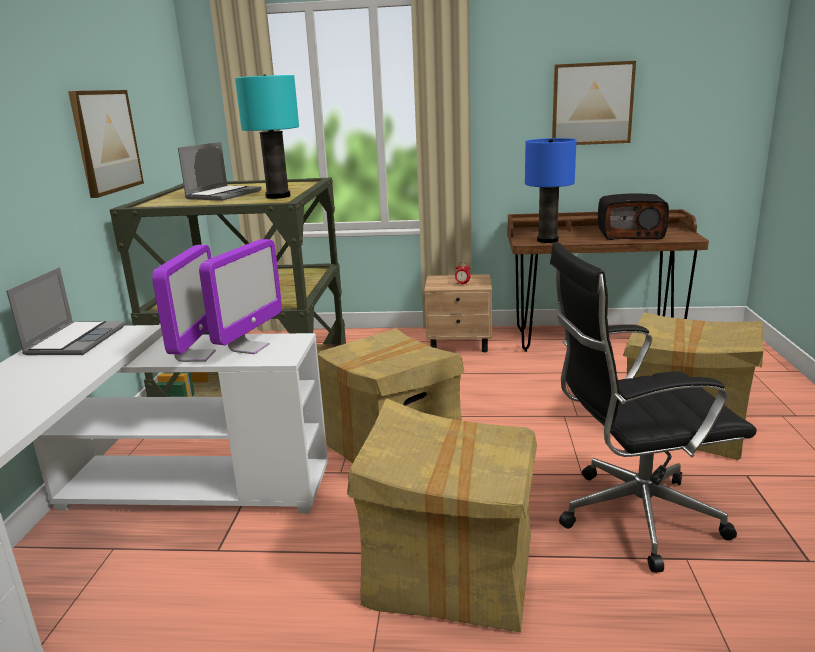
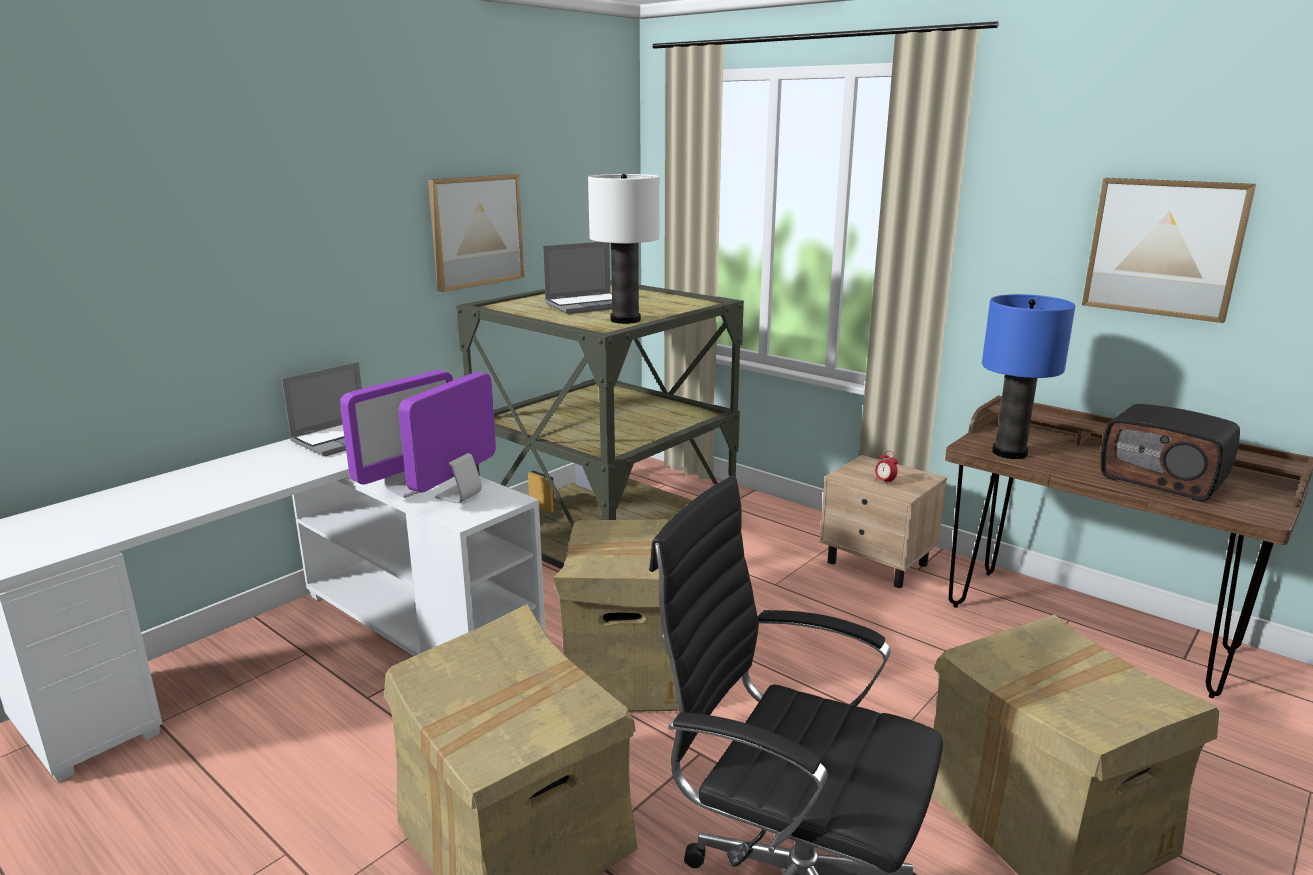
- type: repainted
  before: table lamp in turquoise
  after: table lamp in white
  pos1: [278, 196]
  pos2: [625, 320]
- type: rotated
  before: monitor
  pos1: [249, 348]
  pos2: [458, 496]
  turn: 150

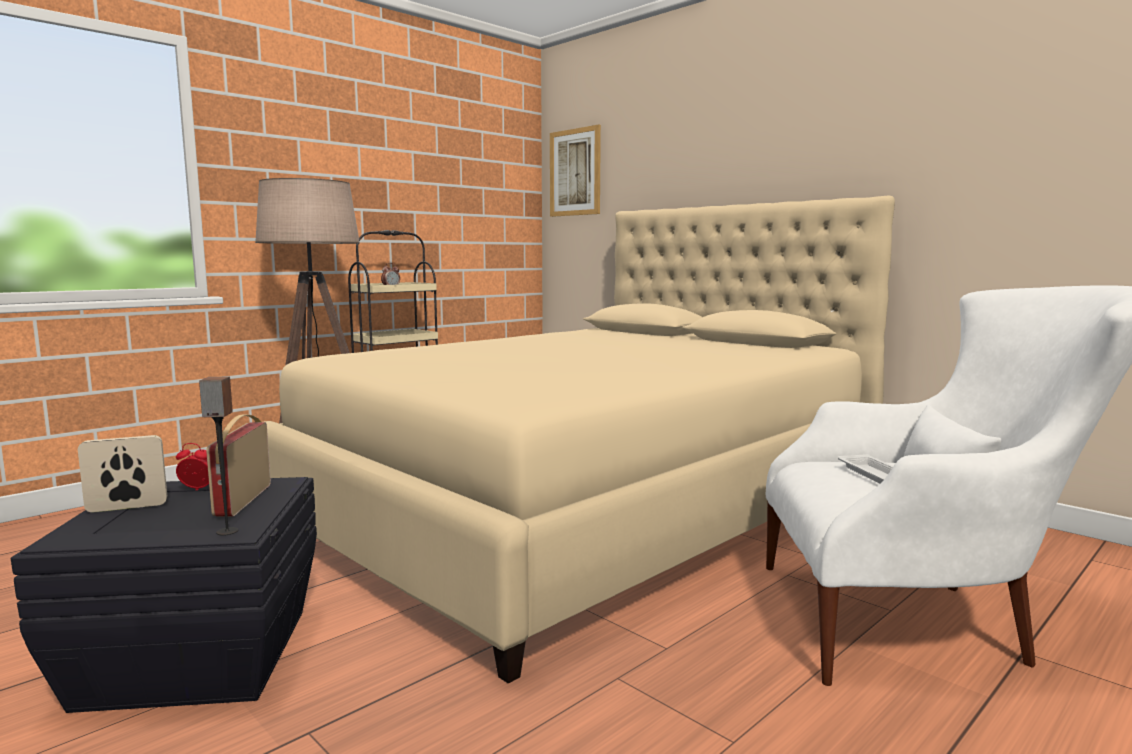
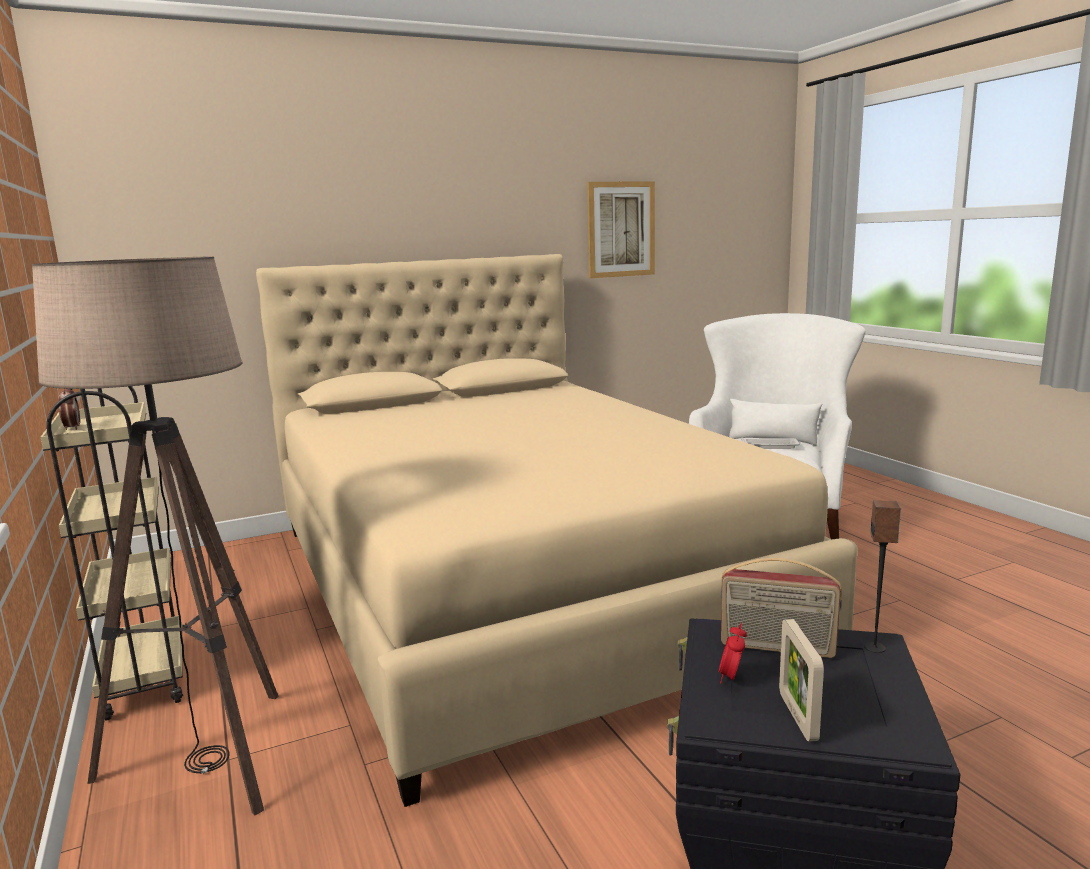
- type: shifted
  before: picture
  pos1: [575, 172]
  pos2: [621, 229]

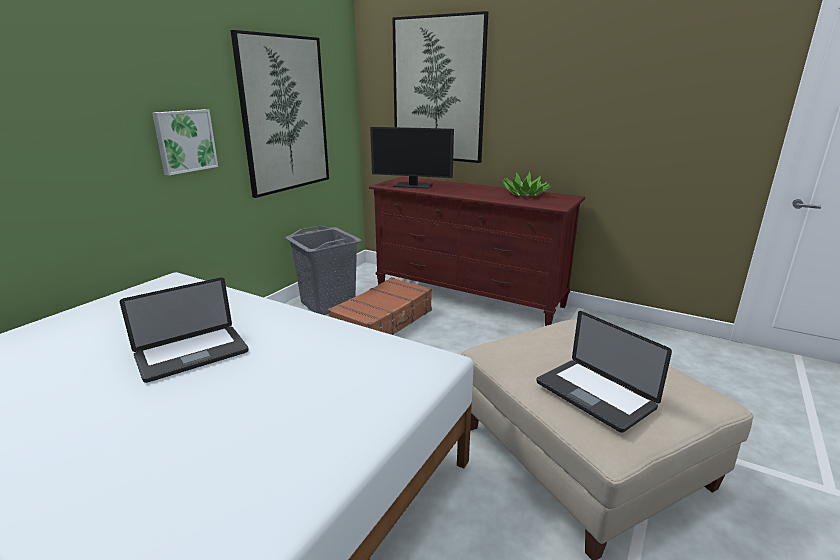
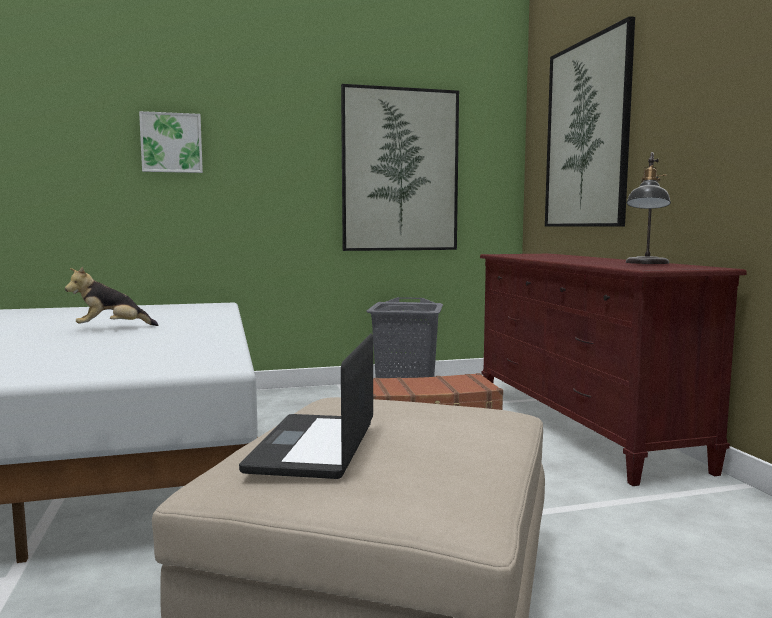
- type: shifted
  before: picture
  pos1: [185, 141]
  pos2: [171, 143]
- type: gone
  before: monitor
  pos1: [413, 185]
- type: swapped
  before: potted plant
  after: table lamp in grey
  pos1: [525, 194]
  pos2: [647, 263]
- type: swapped
  before: laptop
  after: plush toy
  pos1: [192, 354]
  pos2: [111, 329]

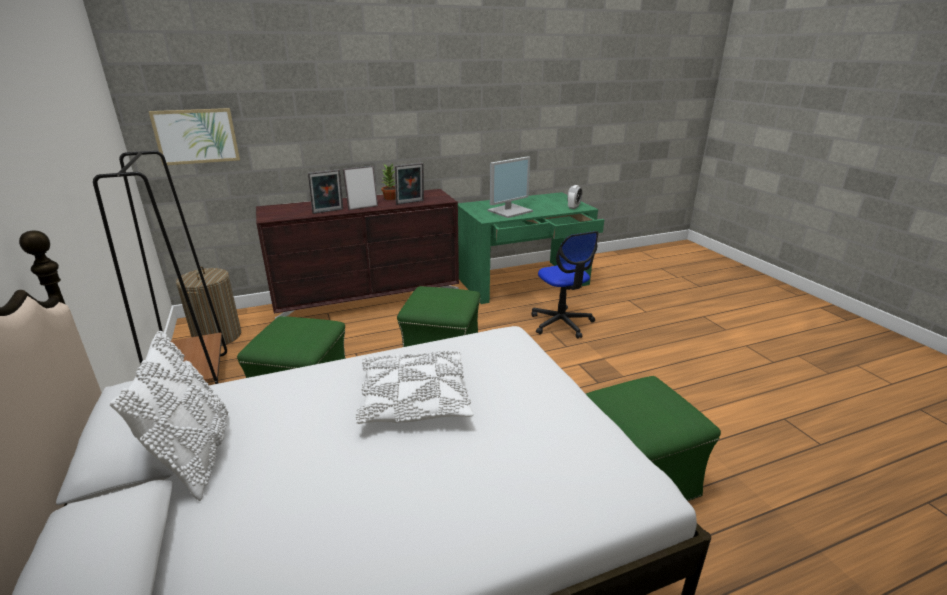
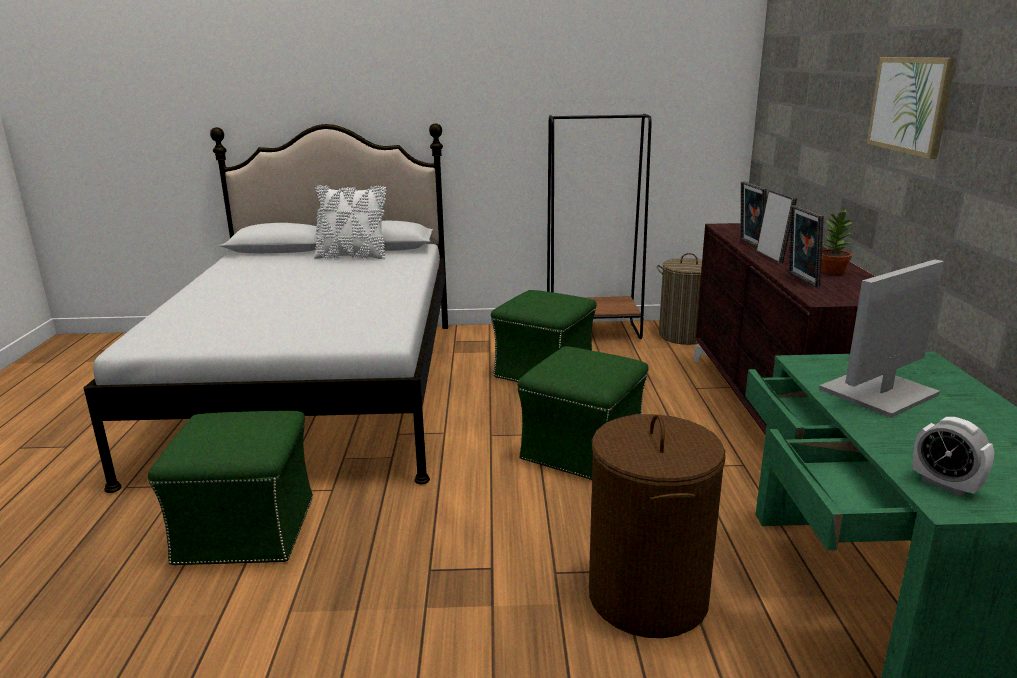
- type: shifted
  before: picture
  pos1: [196, 136]
  pos2: [910, 105]
- type: rotated
  before: monitor
  pos1: [510, 211]
  pos2: [878, 393]
  turn: 75
- type: swapped
  before: office chair
  after: laundry basket in brown
  pos1: [561, 323]
  pos2: [647, 596]
- type: gone
  before: pillow in white
  pos1: [414, 399]

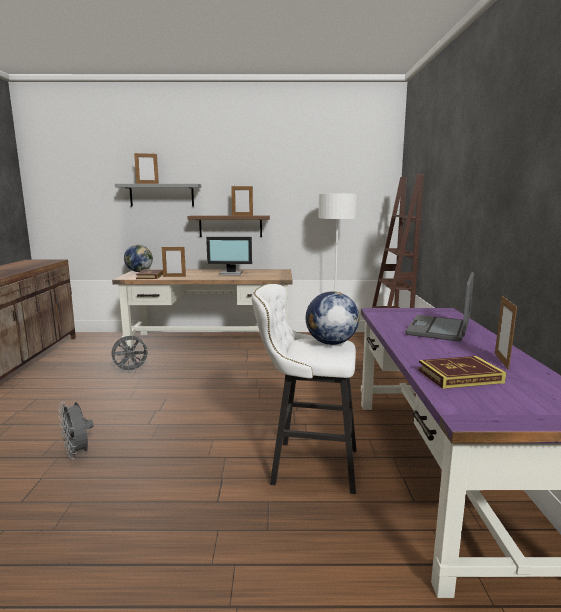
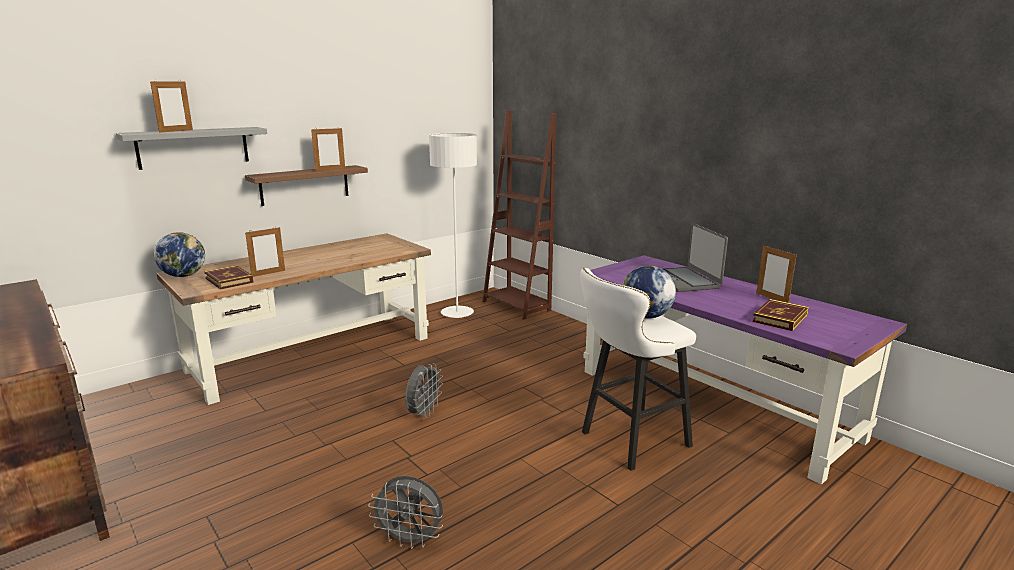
- type: gone
  before: monitor
  pos1: [231, 273]
- type: shifted
  before: fan in grey
  pos1: [131, 370]
  pos2: [423, 414]

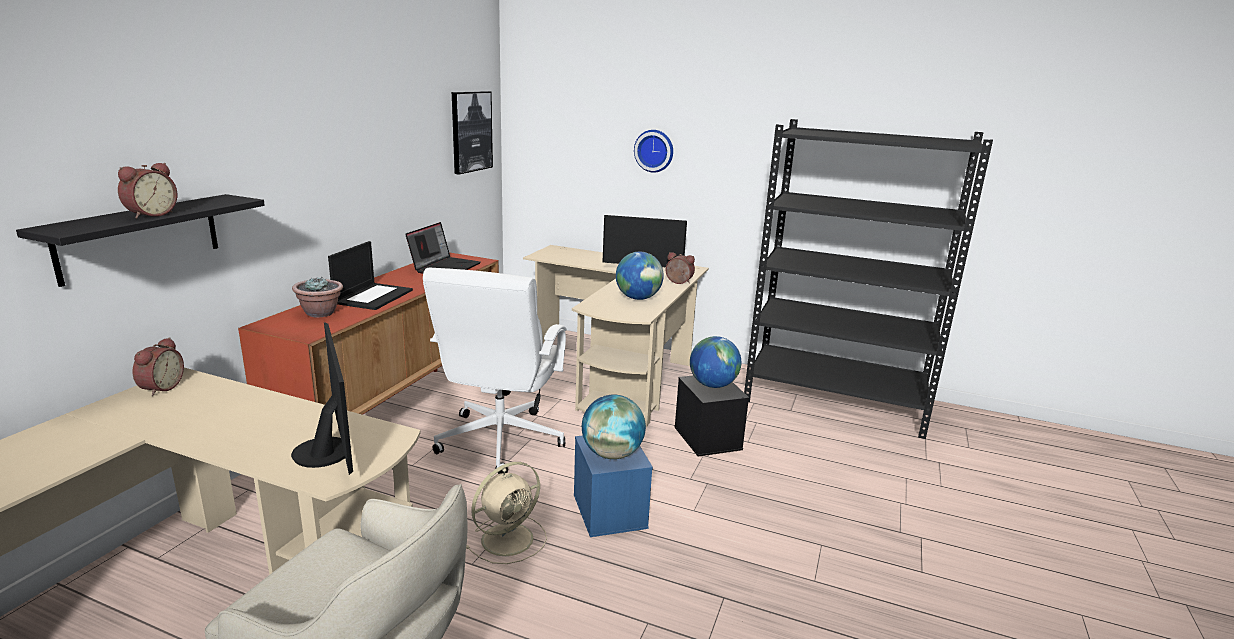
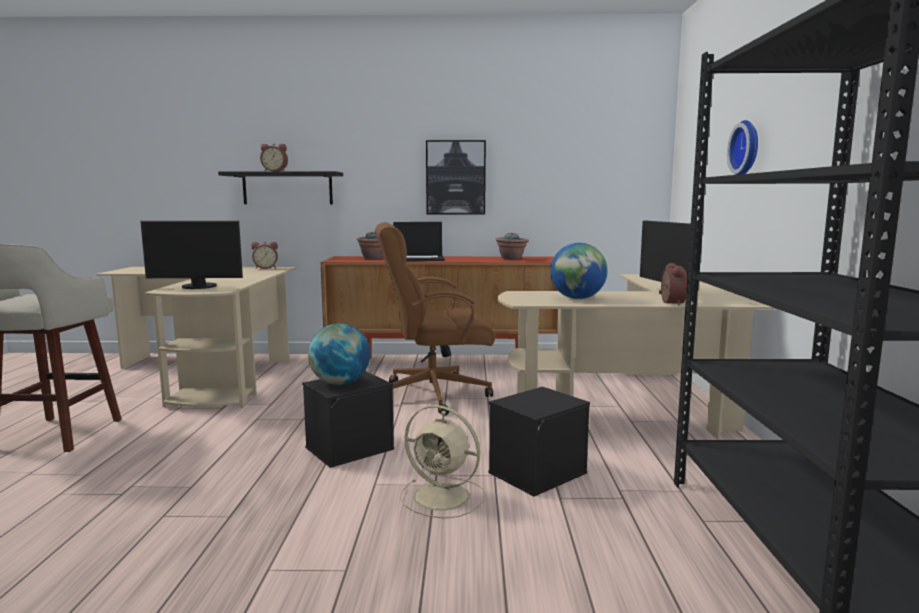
- type: shifted
  before: picture
  pos1: [471, 131]
  pos2: [455, 178]
- type: swapped
  before: laptop
  after: potted plant
  pos1: [445, 267]
  pos2: [511, 259]
- type: repainted
  before: office chair in white
  after: office chair in brown
  pos1: [501, 439]
  pos2: [433, 395]
- type: rotated
  before: monitor
  pos1: [329, 451]
  pos2: [198, 287]
  turn: 45
- type: gone
  before: globe
  pos1: [712, 385]
- type: repainted
  before: storage box in blue
  after: storage box in black
  pos1: [608, 510]
  pos2: [350, 448]
- type: shifted
  before: fan in beige
  pos1: [509, 538]
  pos2: [444, 497]

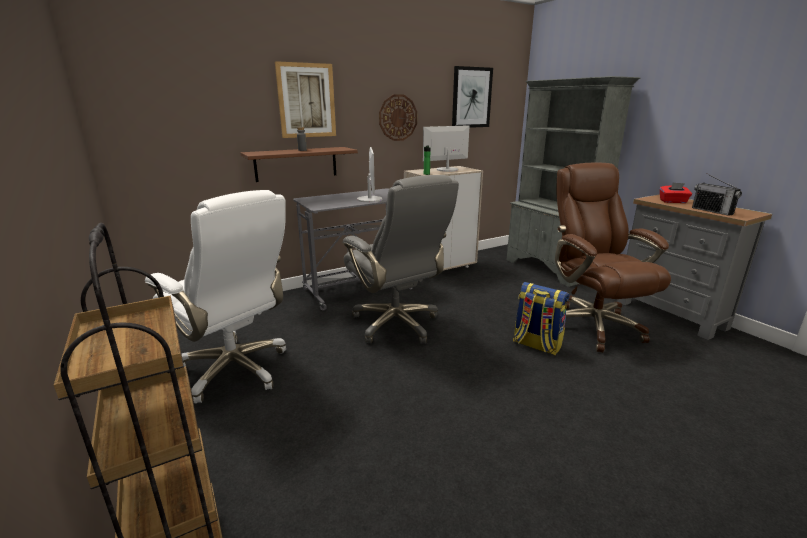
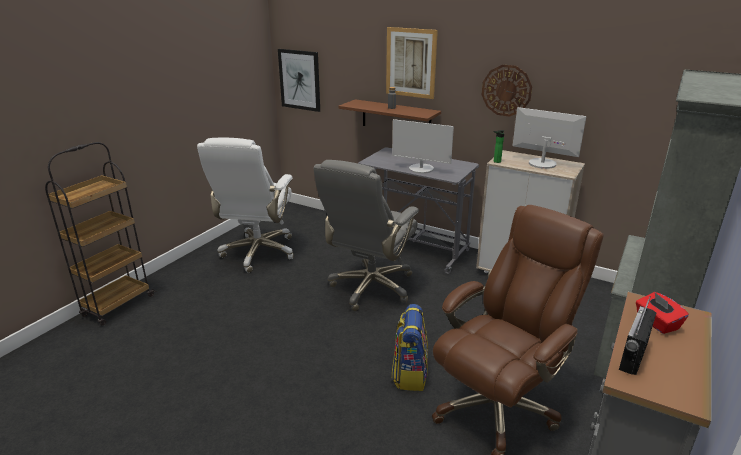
- type: shifted
  before: picture
  pos1: [471, 97]
  pos2: [300, 80]
- type: rotated
  before: monitor
  pos1: [370, 199]
  pos2: [421, 169]
  turn: 60

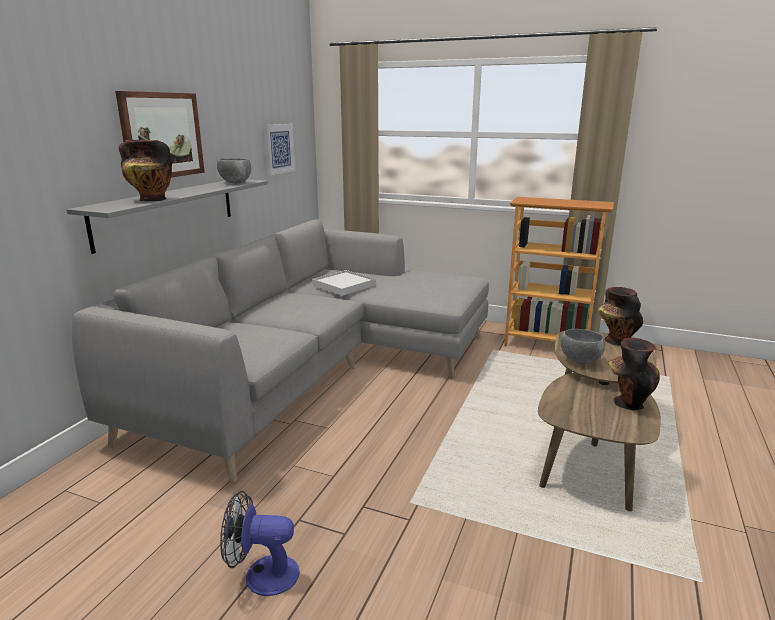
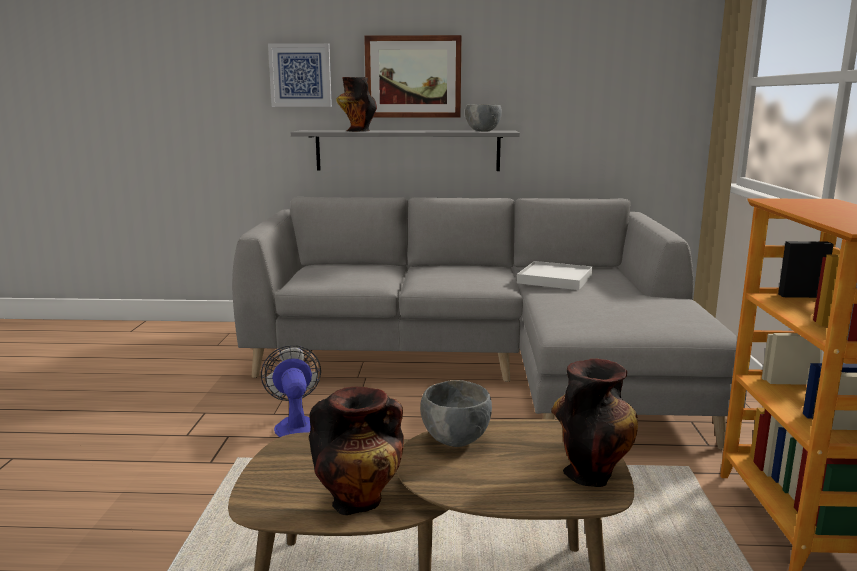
- type: shifted
  before: picture
  pos1: [278, 149]
  pos2: [300, 75]
- type: shifted
  before: fan
  pos1: [262, 574]
  pos2: [295, 424]

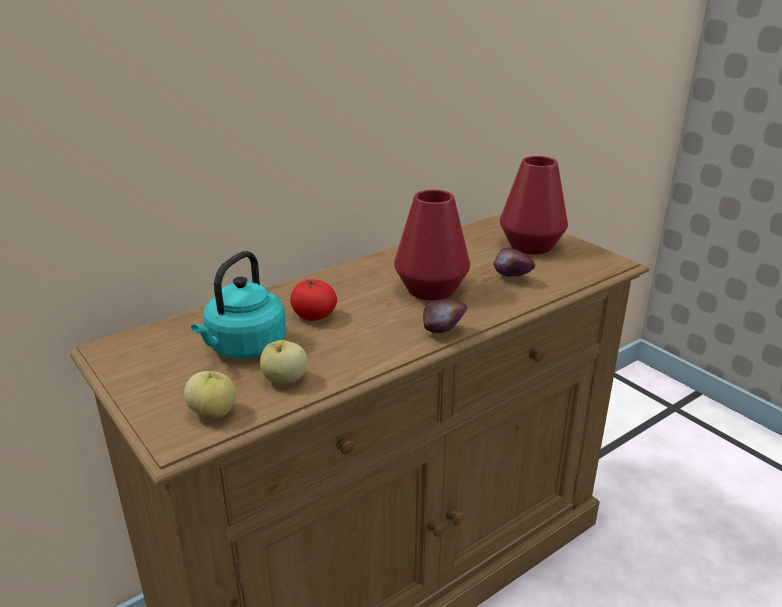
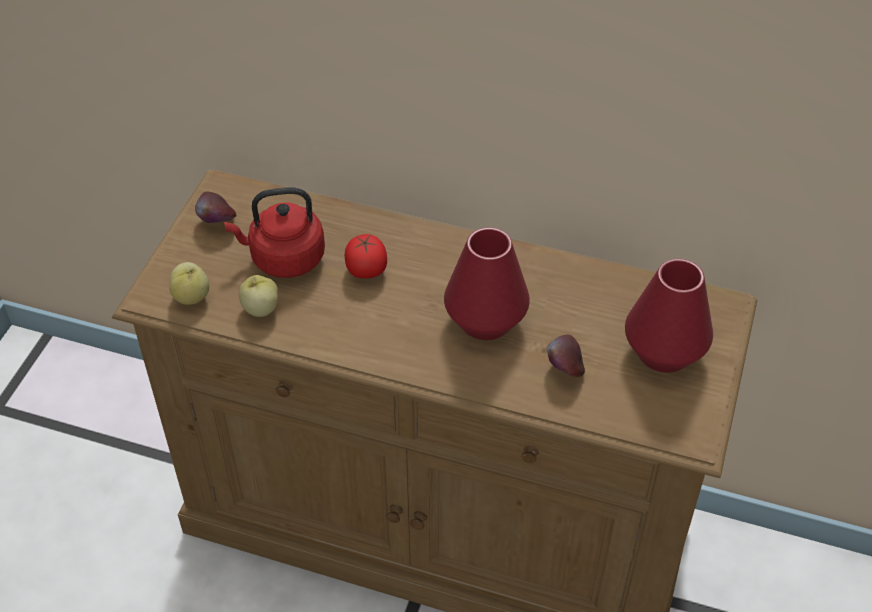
- type: repainted
  before: kettle in turquoise
  after: kettle in red
  pos1: [244, 348]
  pos2: [283, 258]
- type: shifted
  before: apple
  pos1: [444, 333]
  pos2: [218, 222]

